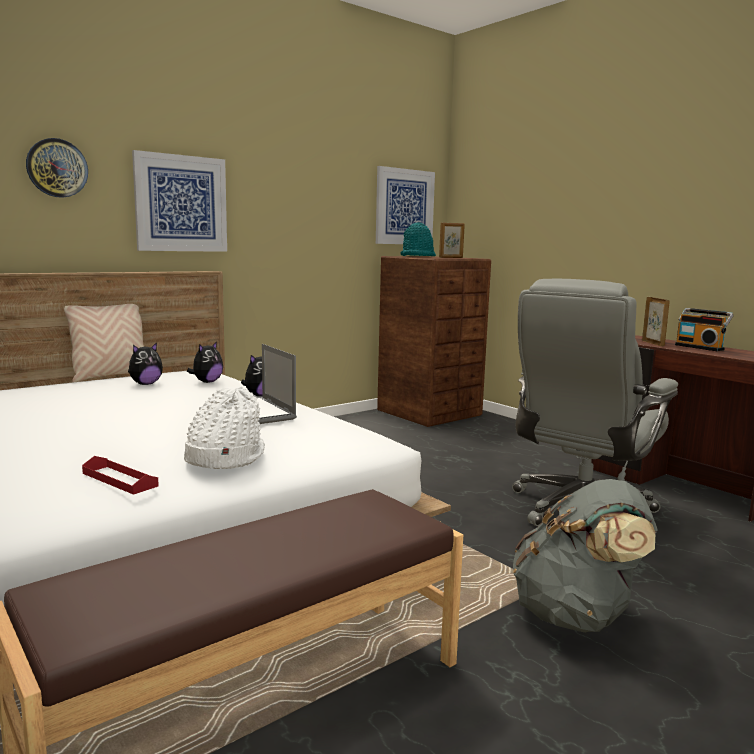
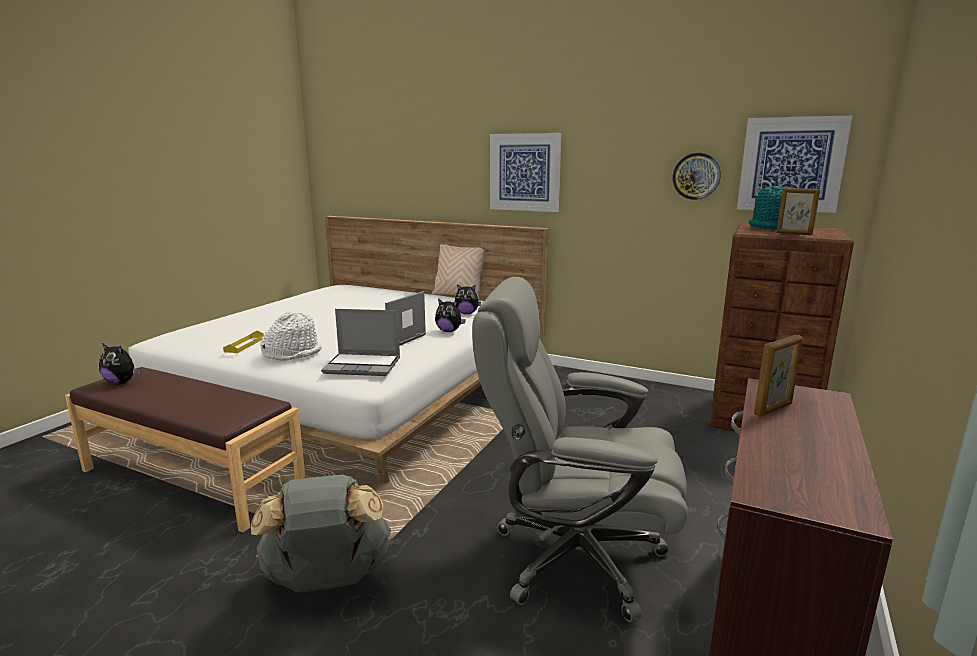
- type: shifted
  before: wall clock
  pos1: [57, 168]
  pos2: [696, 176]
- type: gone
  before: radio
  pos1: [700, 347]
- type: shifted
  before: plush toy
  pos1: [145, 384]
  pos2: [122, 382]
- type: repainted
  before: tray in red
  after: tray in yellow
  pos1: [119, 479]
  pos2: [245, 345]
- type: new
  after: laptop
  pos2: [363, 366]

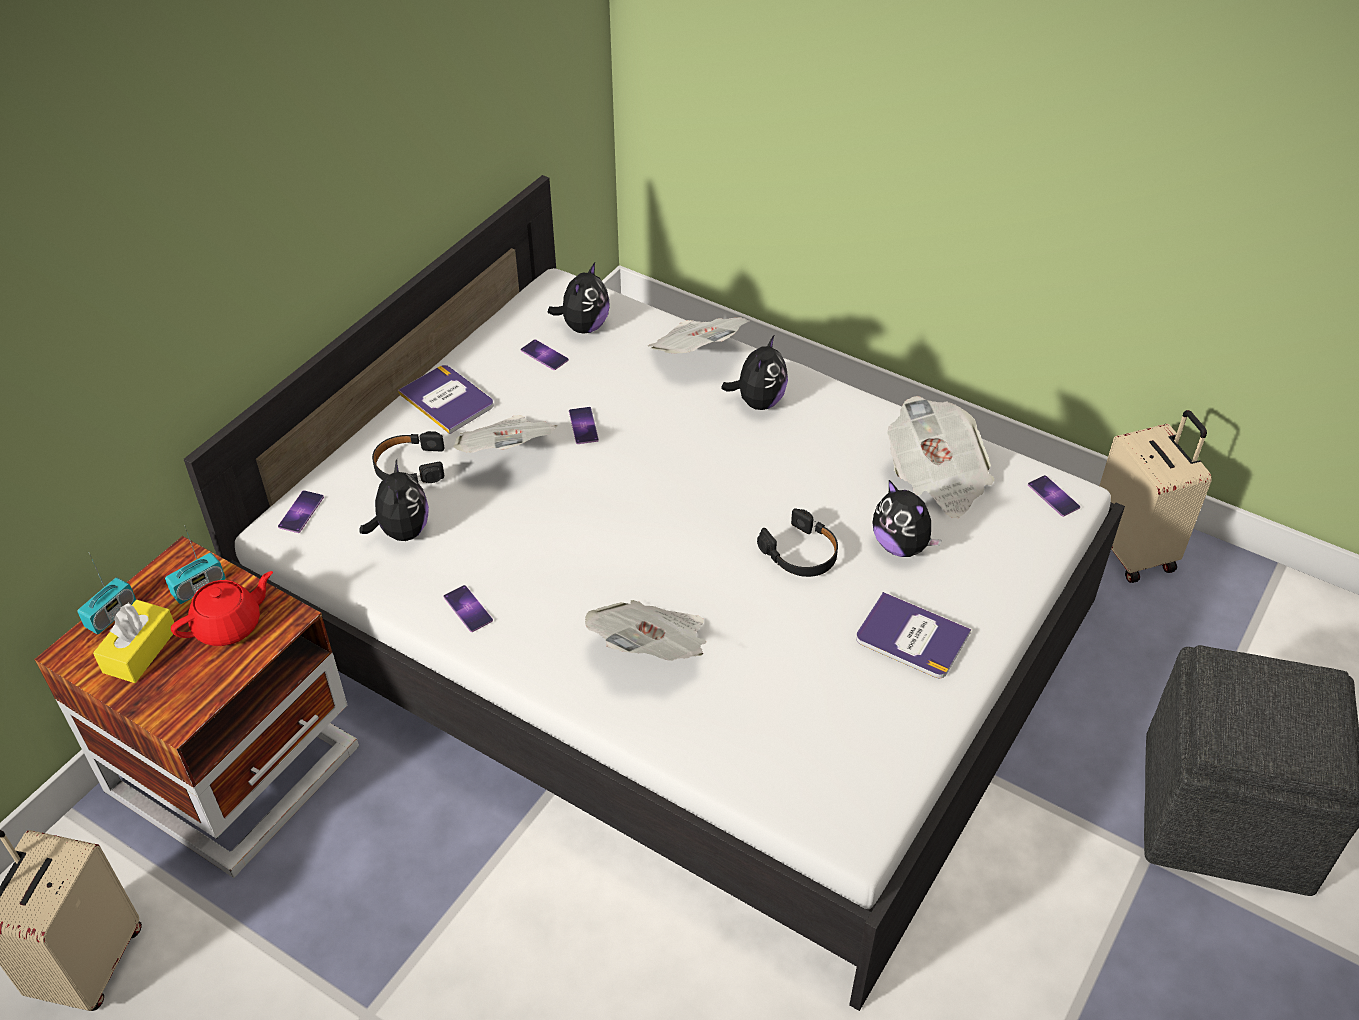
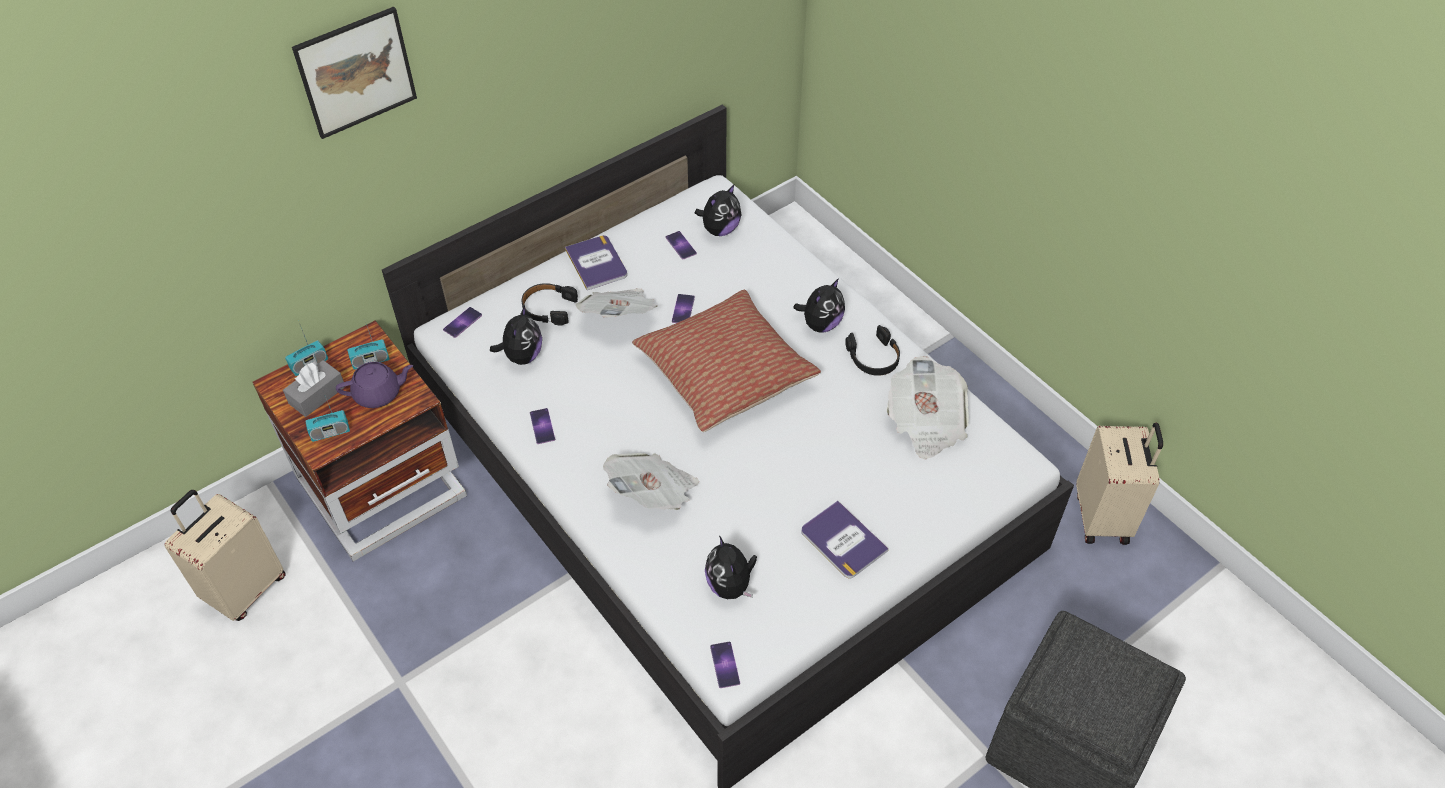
- type: gone
  before: newspaper
  pos1: [697, 354]
- type: shifted
  before: phone
  pos1: [1053, 496]
  pos2: [725, 665]
- type: shifted
  before: plush toy
  pos1: [901, 546]
  pos2: [730, 585]
- type: shifted
  before: headphones in black
  pos1: [801, 553]
  pos2: [873, 357]
- type: repainted
  before: teapot in red
  after: teapot in purple
  pos1: [229, 625]
  pos2: [379, 394]
- type: repainted
  before: tissue box in yellow
  after: tissue box in grey
  pos1: [140, 650]
  pos2: [317, 395]
- type: new
  after: picture
  pos2: [356, 72]
- type: new
  after: pillow
  pos2: [725, 373]
- type: new
  after: radio
  pos2: [330, 432]

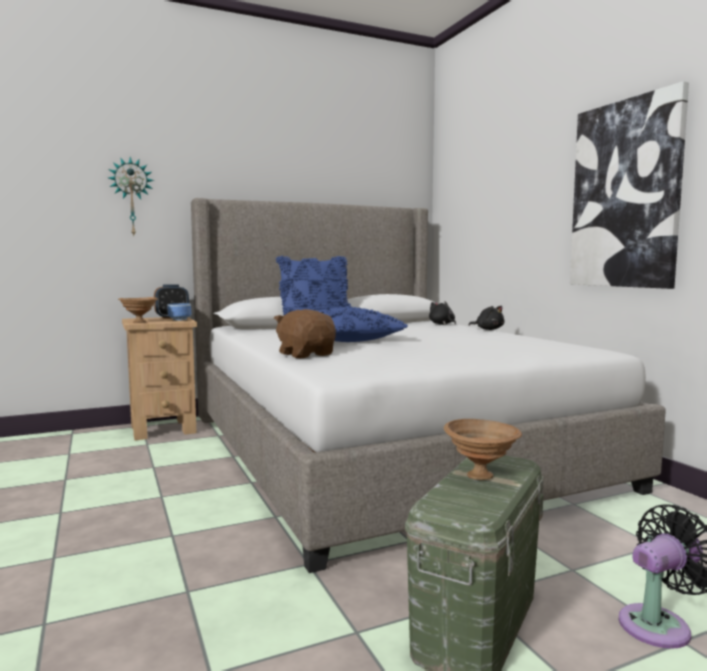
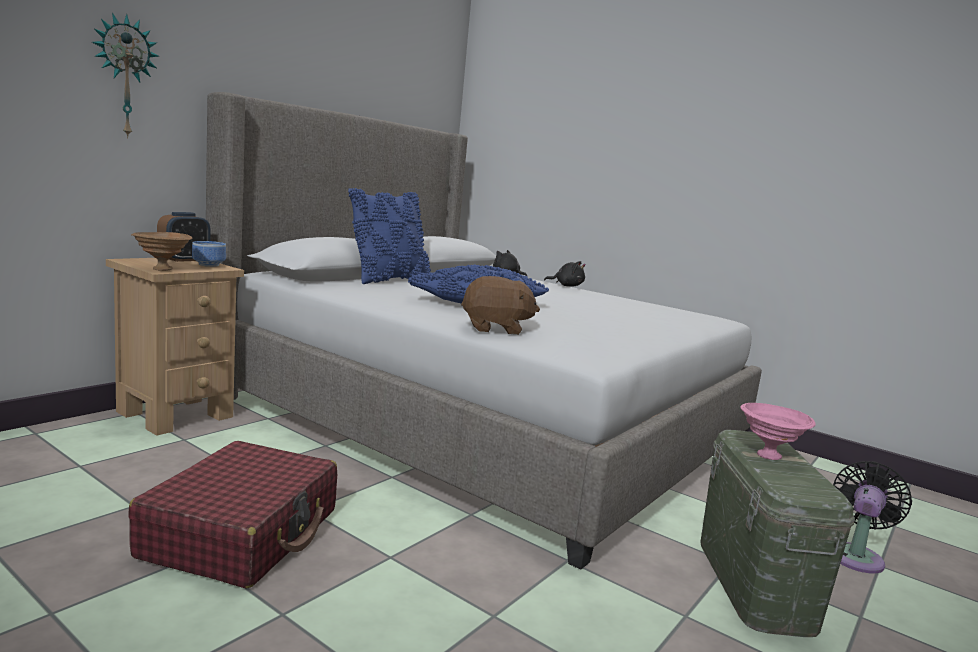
- type: gone
  before: picture
  pos1: [625, 195]
- type: rotated
  before: plush toy in brown
  pos1: [306, 354]
  pos2: [496, 329]
  turn: 150
- type: repainted
  before: bowl in brown
  after: bowl in pink
  pos1: [480, 475]
  pos2: [767, 455]
- type: new
  after: suitcase in red
  pos2: [242, 533]

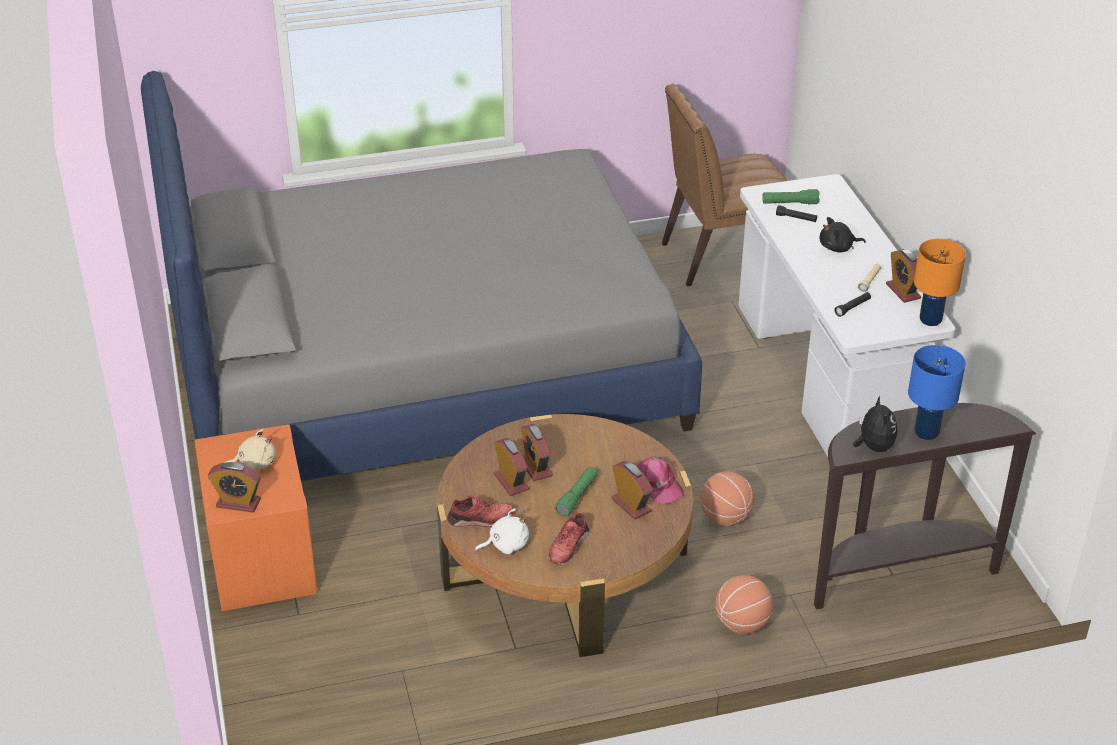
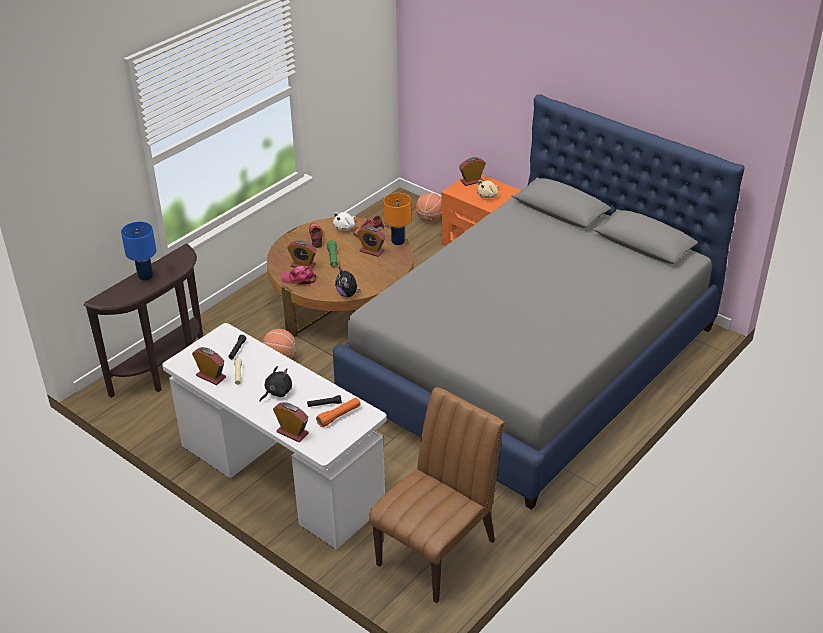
- type: repainted
  before: flashlight in green
  after: flashlight in orange
  pos1: [790, 203]
  pos2: [339, 416]
- type: shifted
  before: table lamp in orange
  pos1: [930, 321]
  pos2: [397, 241]
- type: shifted
  before: plush toy
  pos1: [873, 447]
  pos2: [348, 294]
- type: shifted
  before: alarm clock
  pos1: [535, 467]
  pos2: [292, 433]
- type: shifted
  before: basketball
  pos1: [742, 624]
  pos2: [430, 218]

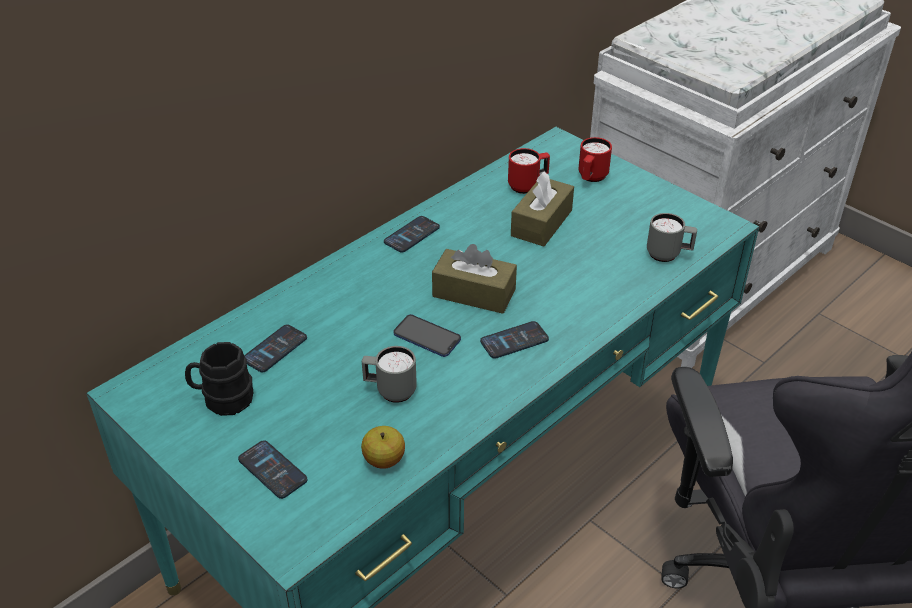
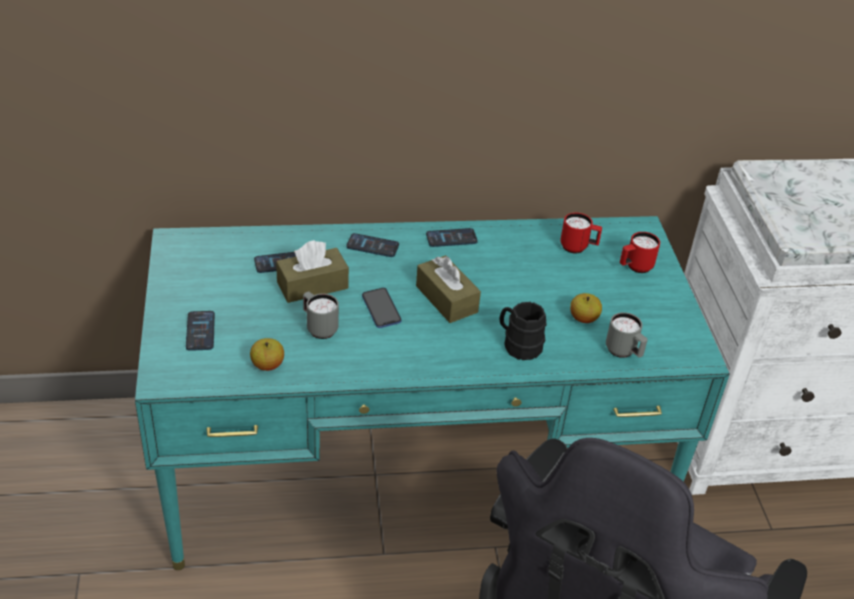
- type: shifted
  before: tissue box in brown
  pos1: [541, 223]
  pos2: [312, 285]
- type: shifted
  before: phone
  pos1: [514, 341]
  pos2: [372, 246]
- type: shifted
  before: mug in black
  pos1: [222, 399]
  pos2: [518, 345]
- type: new
  after: apple
  pos2: [583, 318]

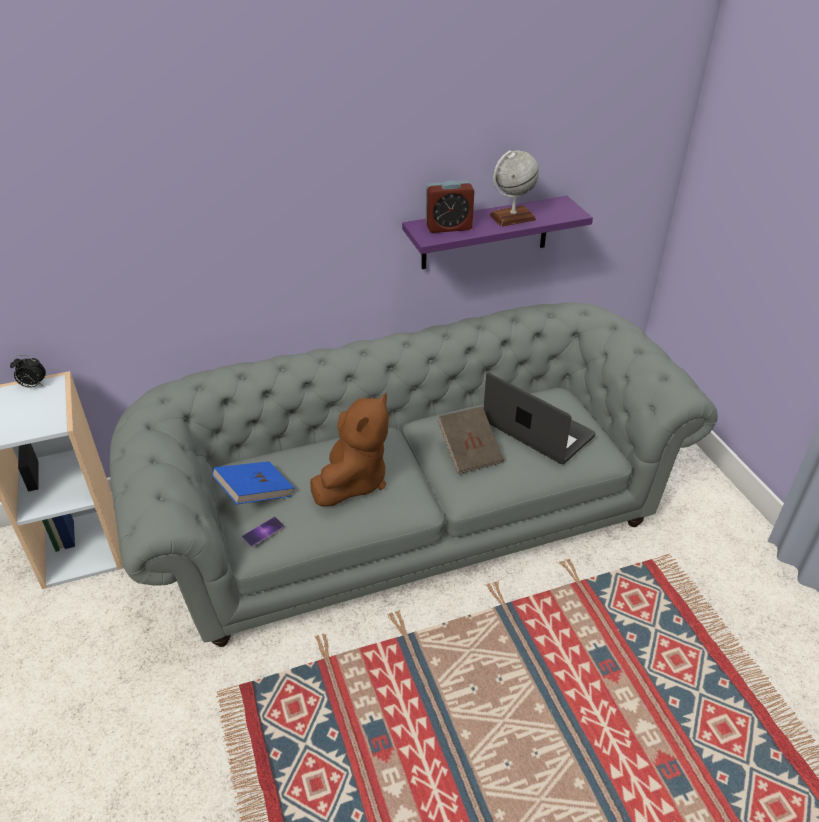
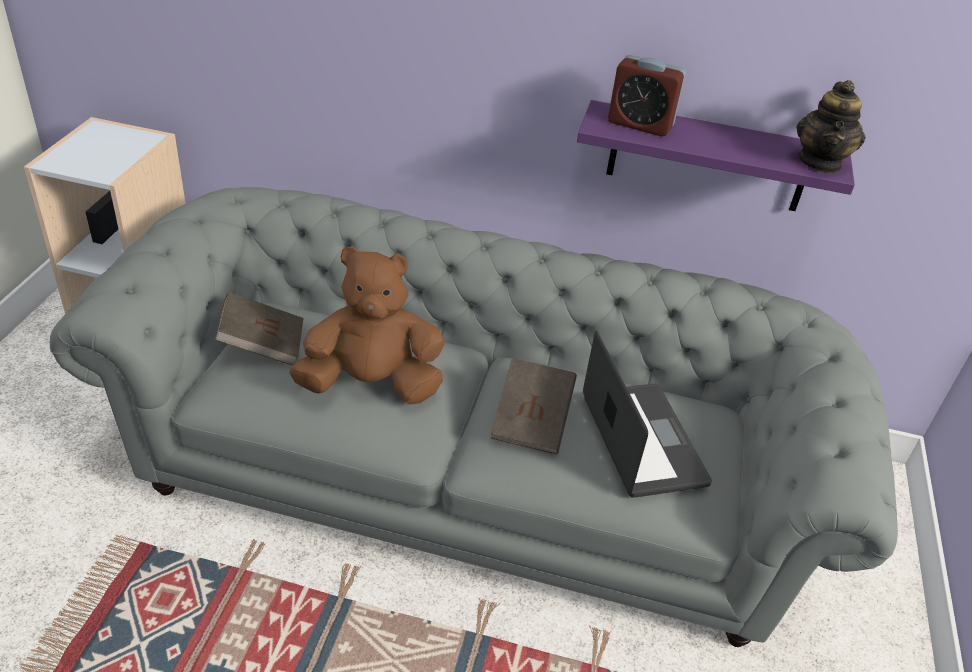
- type: gone
  before: globe
  pos1: [512, 217]
- type: gone
  before: alarm clock
  pos1: [33, 385]
- type: rotated
  before: plush toy in brown
  pos1: [353, 481]
  pos2: [371, 384]
  turn: -150
- type: repainted
  before: book in blue
  after: book in brown
  pos1: [255, 494]
  pos2: [262, 344]
- type: gone
  before: phone
  pos1: [263, 532]
- type: new
  after: teapot
  pos2: [820, 162]

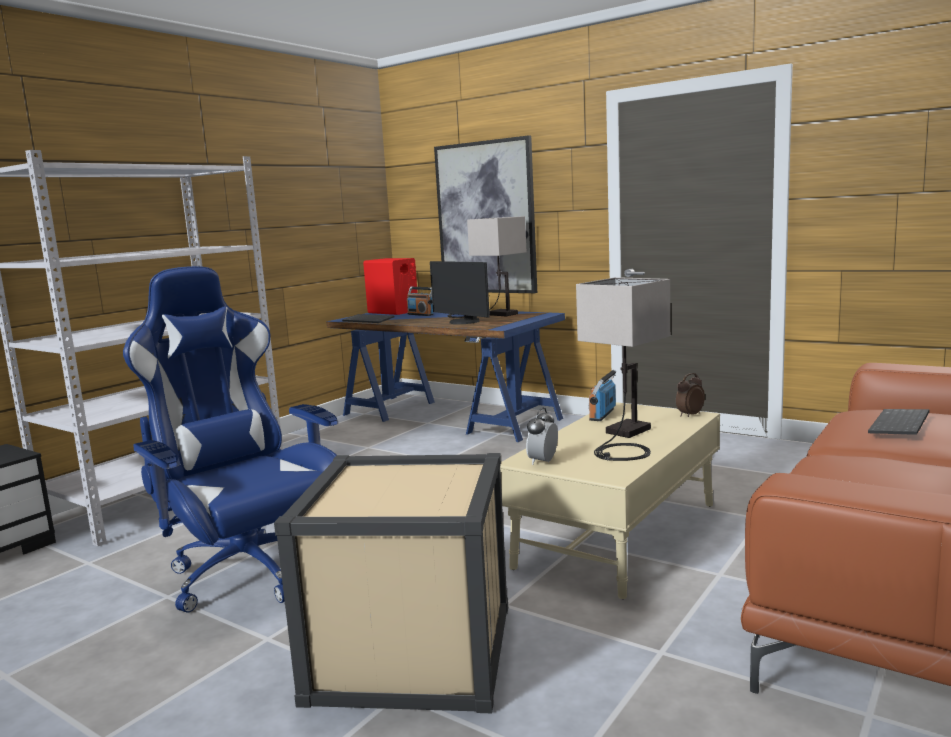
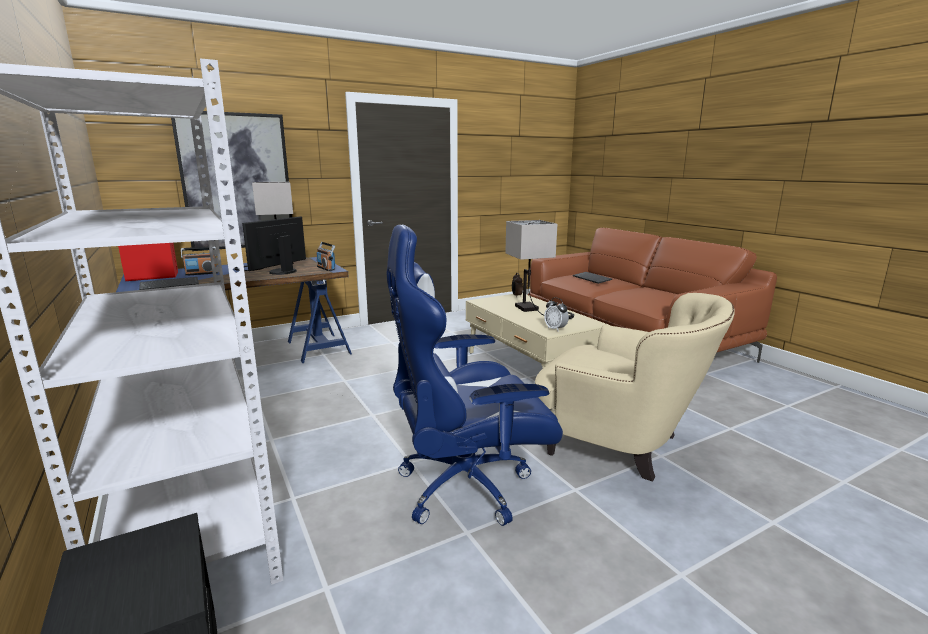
- type: rotated
  before: monitor
  pos1: [463, 322]
  pos2: [281, 271]
  turn: 135
- type: shifted
  before: radio
  pos1: [602, 415]
  pos2: [326, 268]
- type: swapped
  before: storage box in beige
  after: armchair in beige
  pos1: [411, 652]
  pos2: [620, 444]

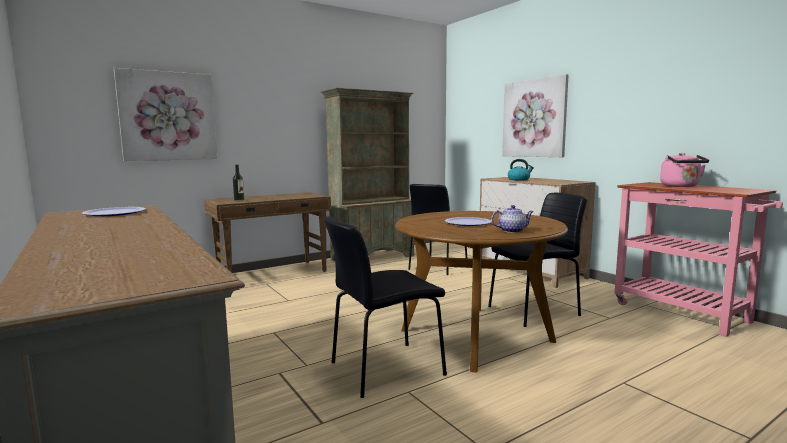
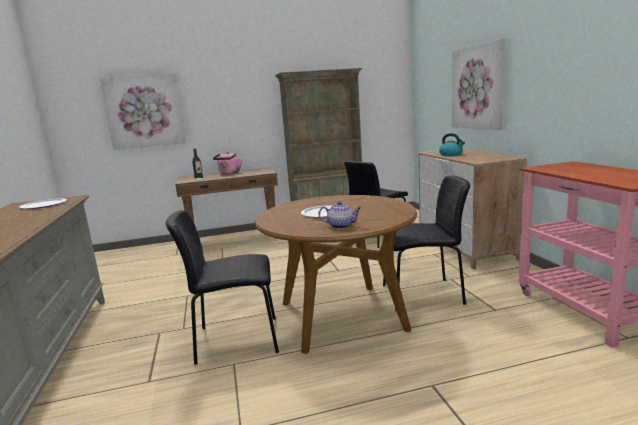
- type: shifted
  before: kettle in pink
  pos1: [681, 186]
  pos2: [229, 173]

